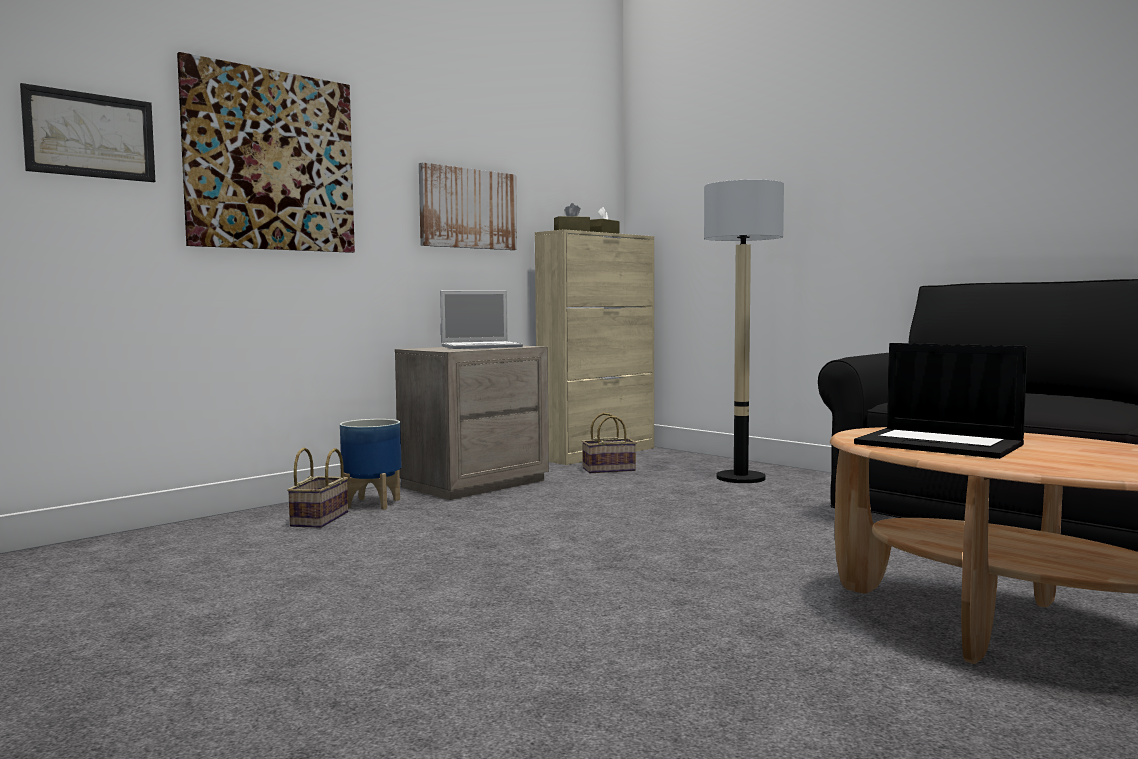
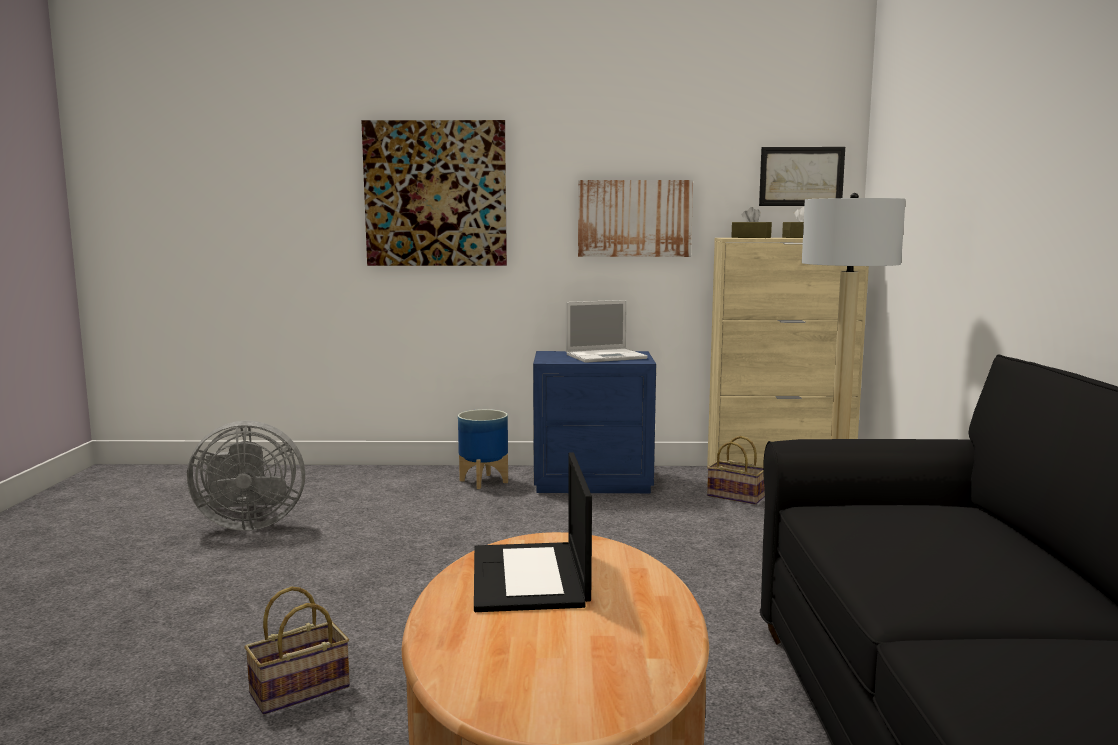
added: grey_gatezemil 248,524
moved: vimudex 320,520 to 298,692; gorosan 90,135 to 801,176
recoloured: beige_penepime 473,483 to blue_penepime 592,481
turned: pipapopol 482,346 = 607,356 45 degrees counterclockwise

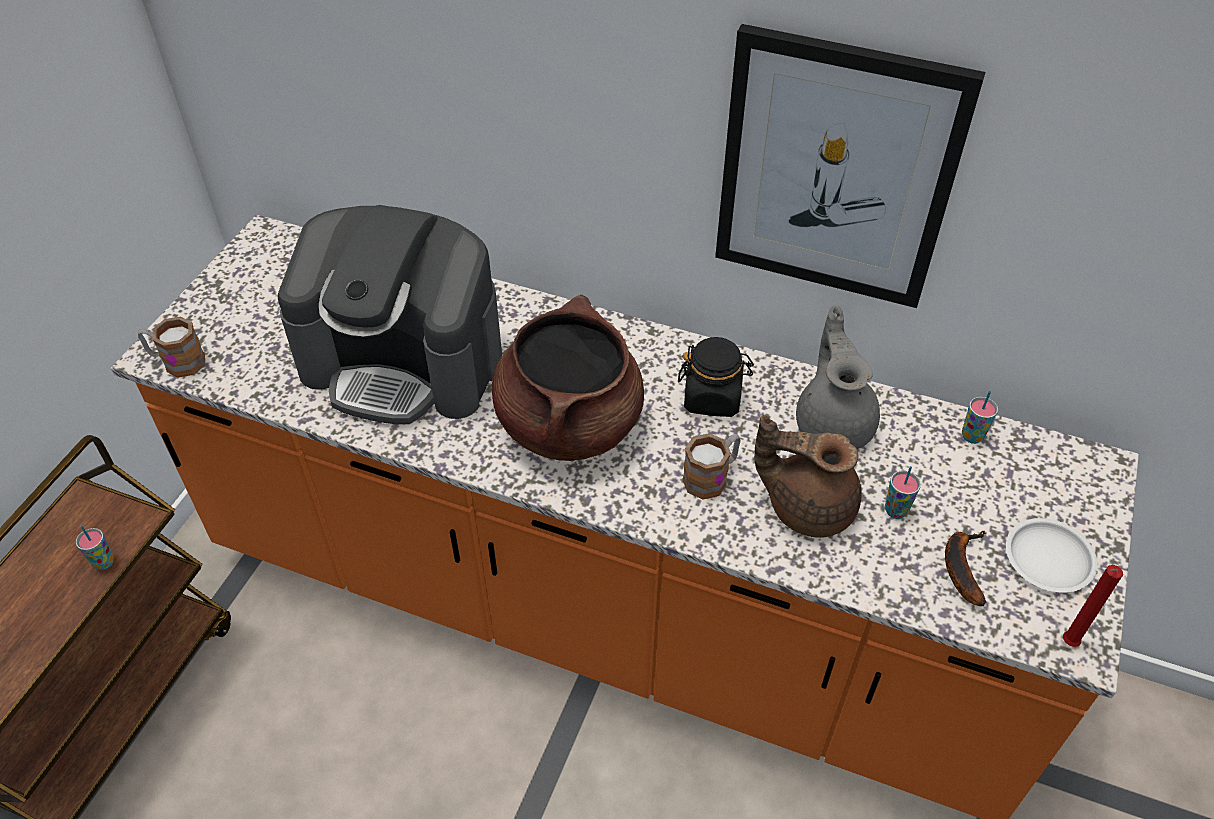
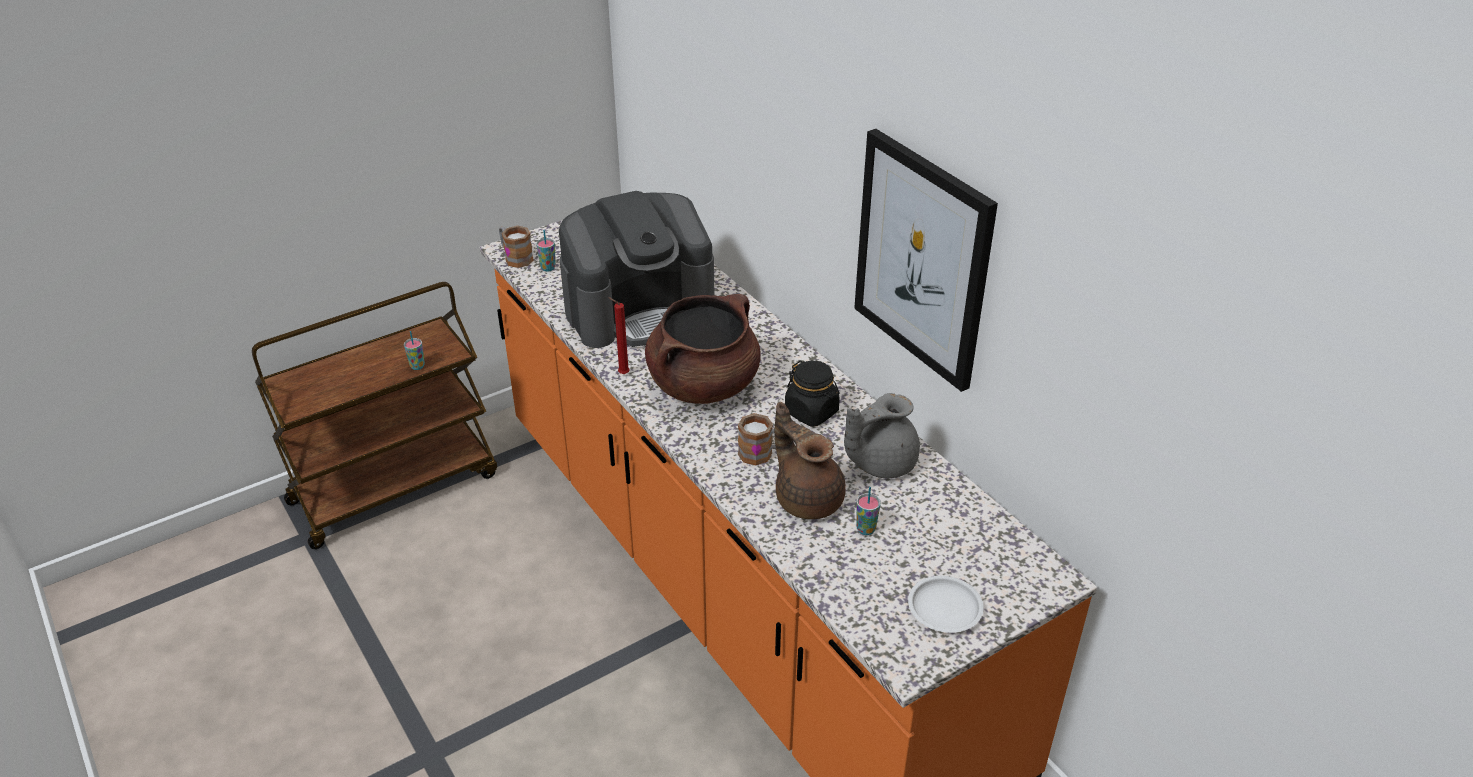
removed: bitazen 960,566
moved: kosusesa 972,436 to 548,268; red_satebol 1067,644 to 622,374
turned: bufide 404,361 = 639,310 75 degrees counterclockwise; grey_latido 834,423 = 880,463 150 degrees counterclockwise

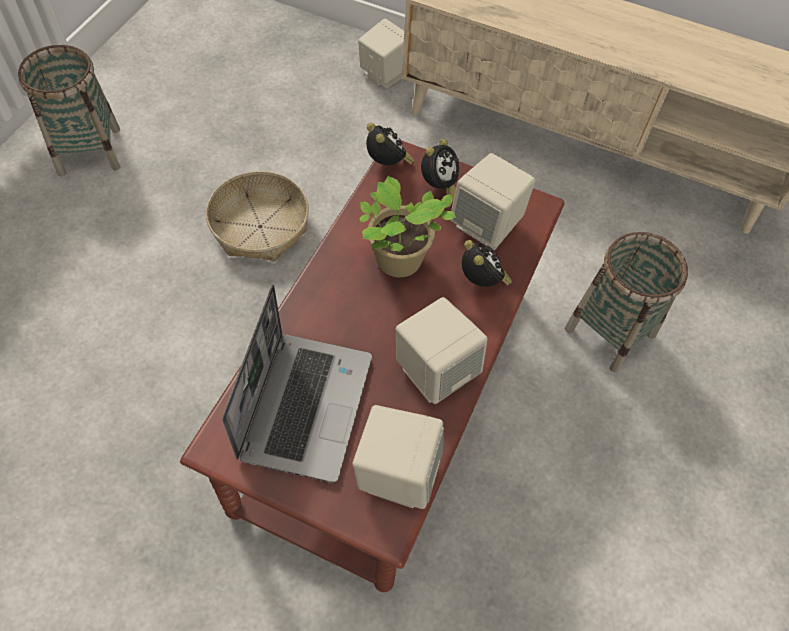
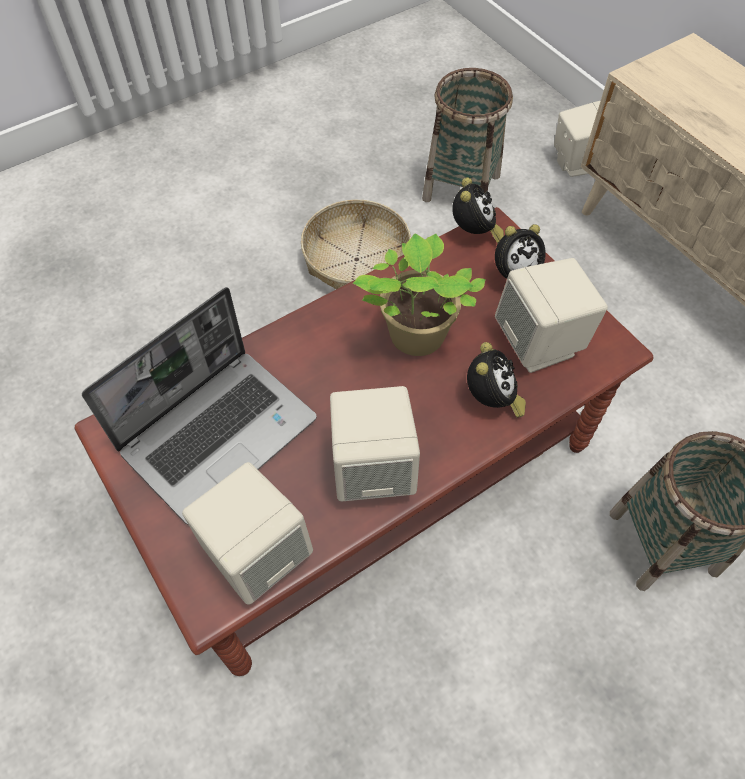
moved: vimudex 89,151 to 461,188

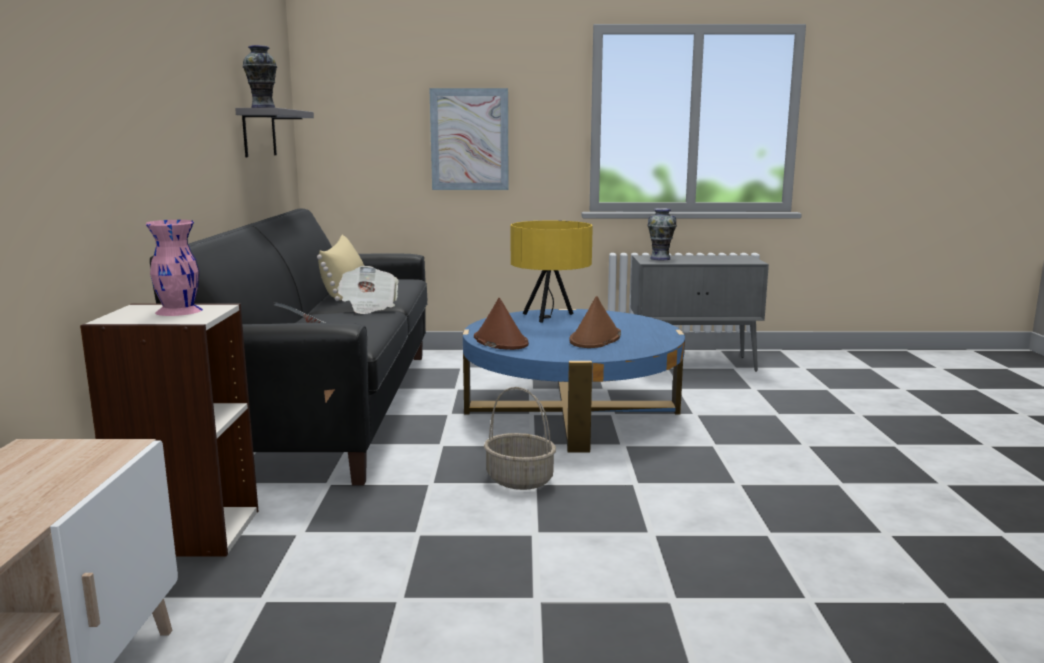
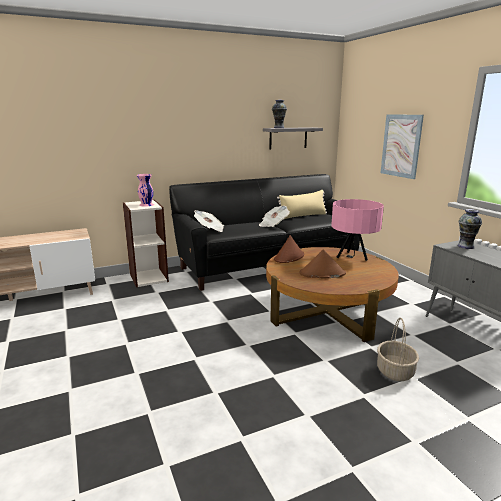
moved: vimudex 518,480 to 394,371
recoloured: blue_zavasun 571,411 to brown_zavasun 327,311; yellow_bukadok 550,317 to pink_bukadok 353,258

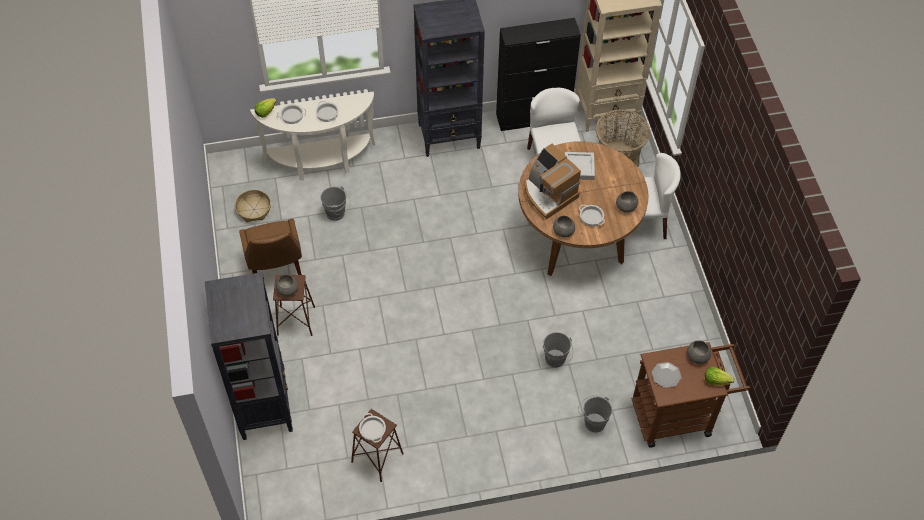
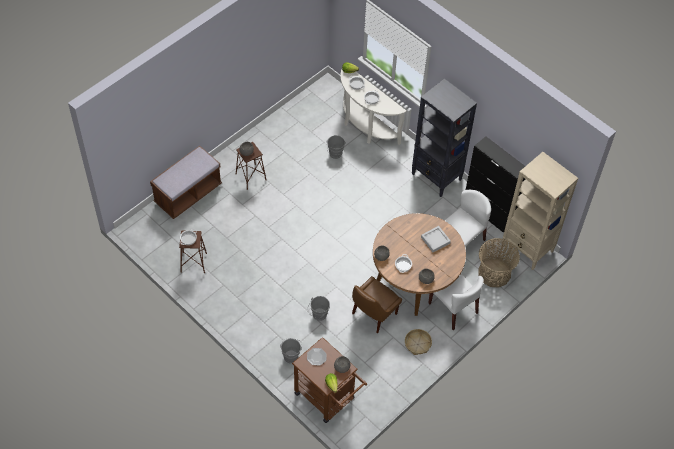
removed: bufide 548,194
moved: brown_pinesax 275,269 to 373,314; vimudex 253,209 to 417,344
replaced: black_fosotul 264,407 to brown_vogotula 188,194

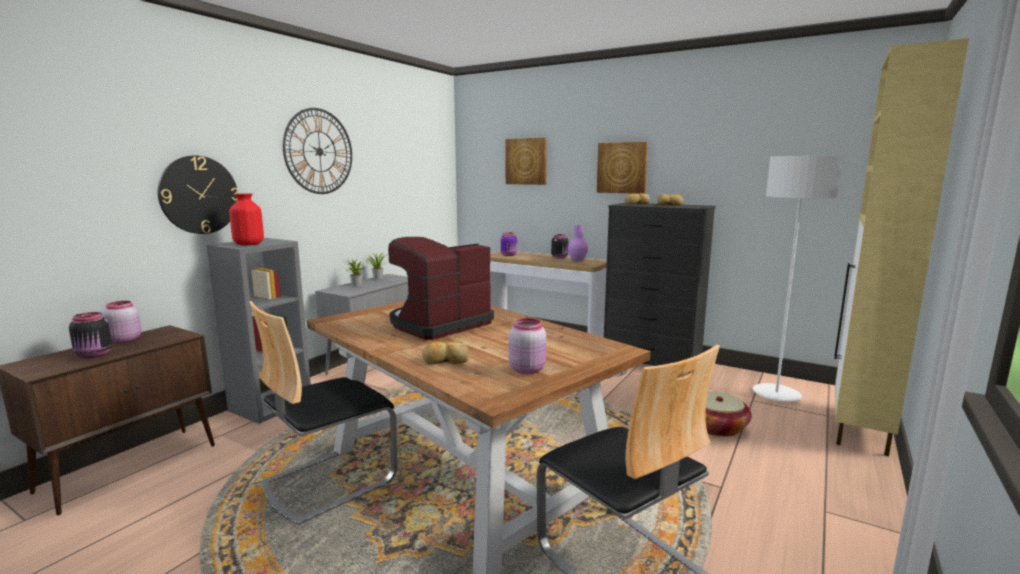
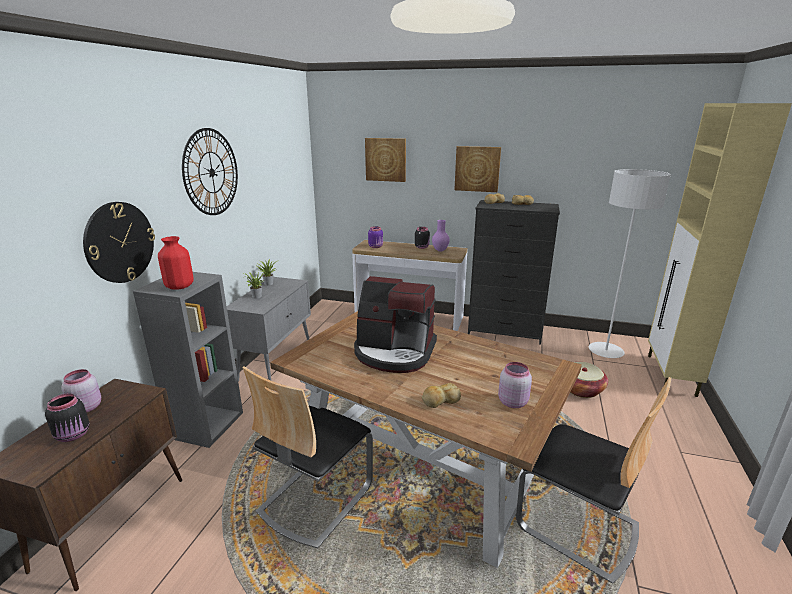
turned: bufide 439,324 = 394,352 105 degrees counterclockwise

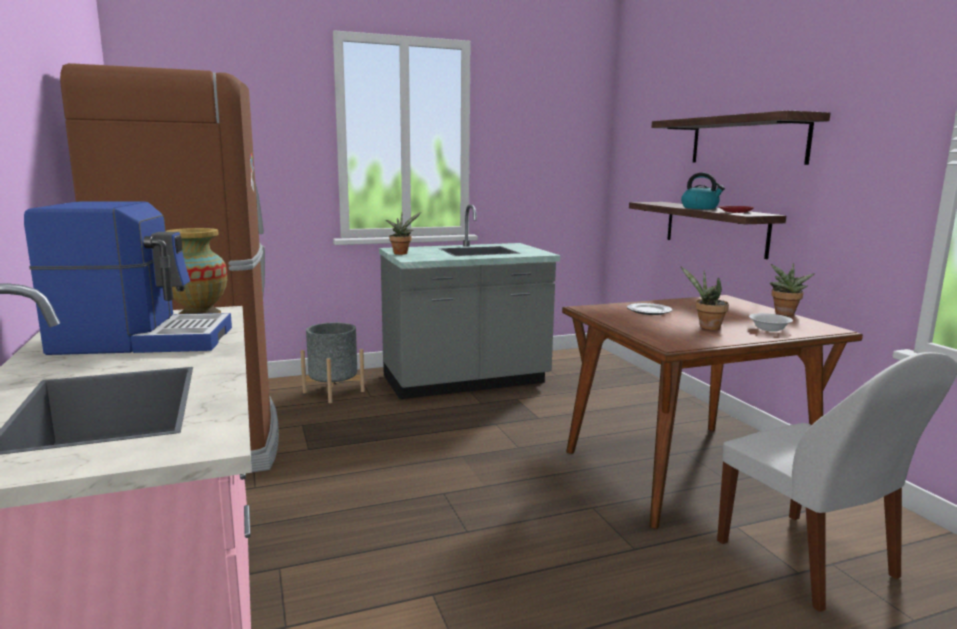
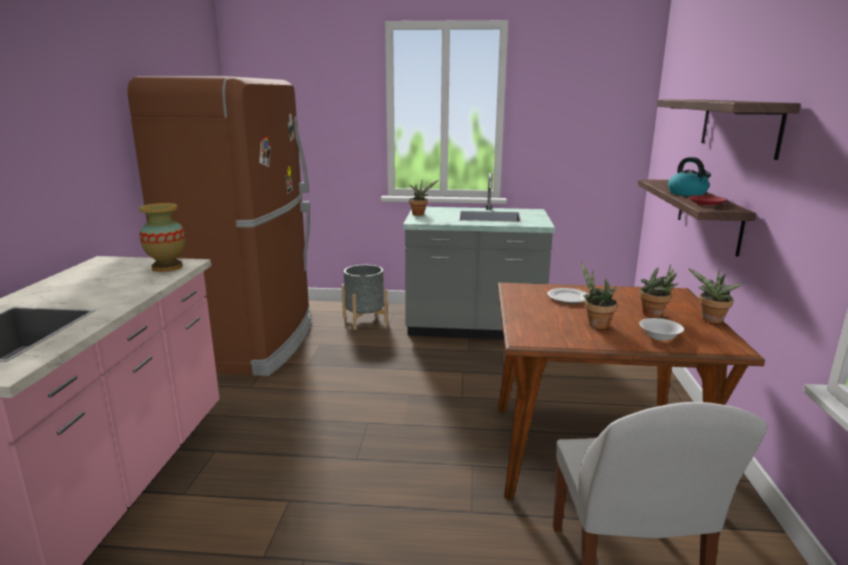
removed: bufide 143,340
added: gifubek 654,315

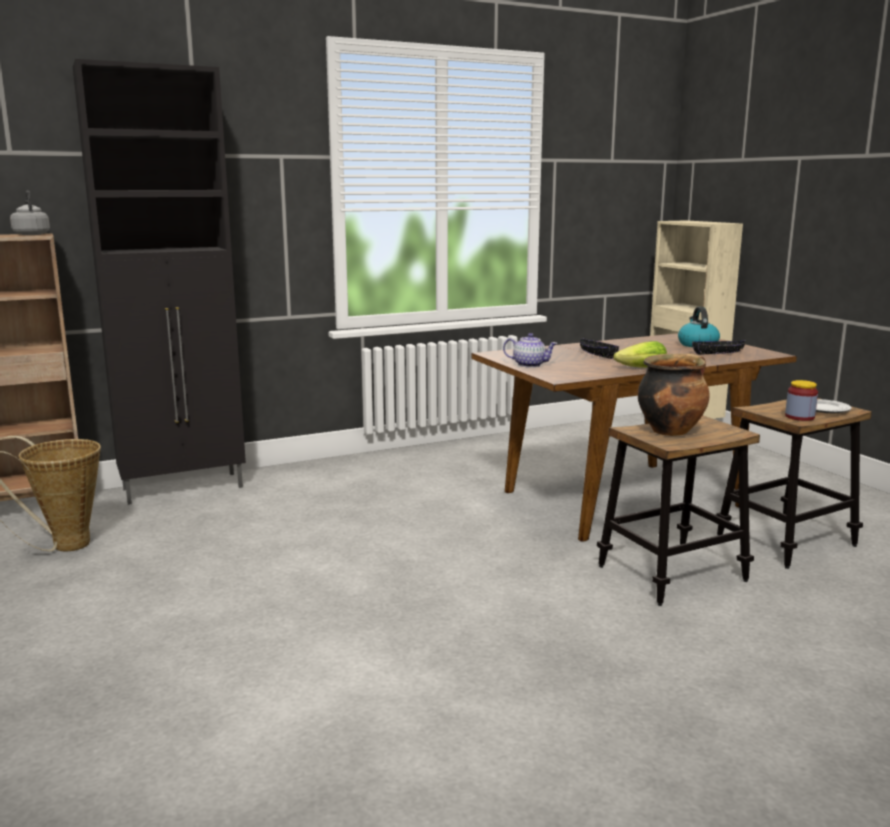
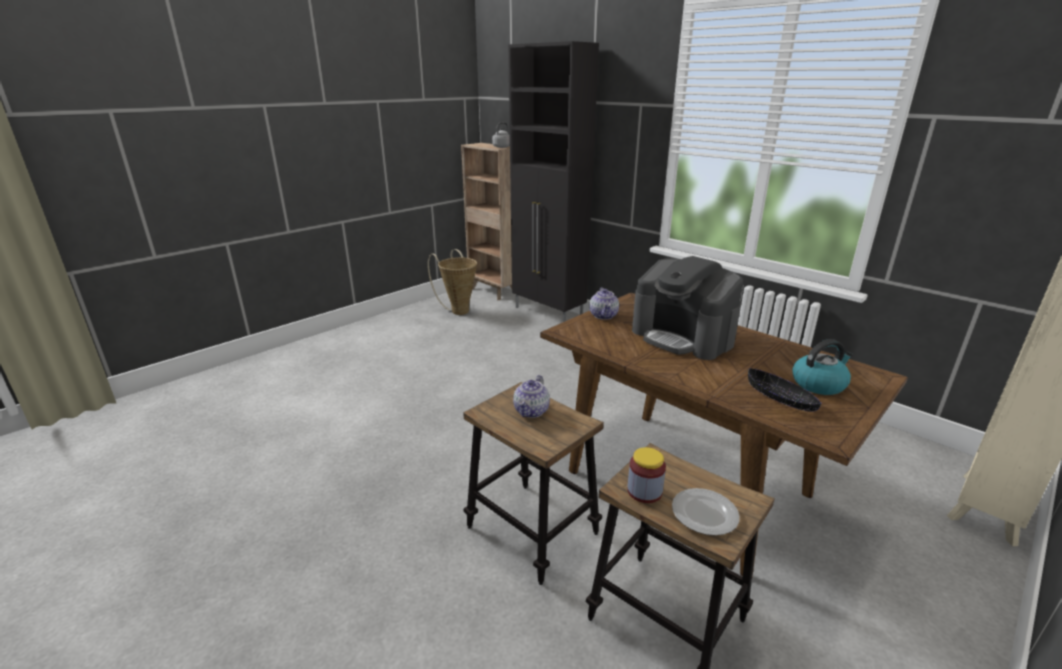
removed: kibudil 638,368
replaced: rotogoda 670,430 to latido 531,411; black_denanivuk 598,354 to bufide 683,337

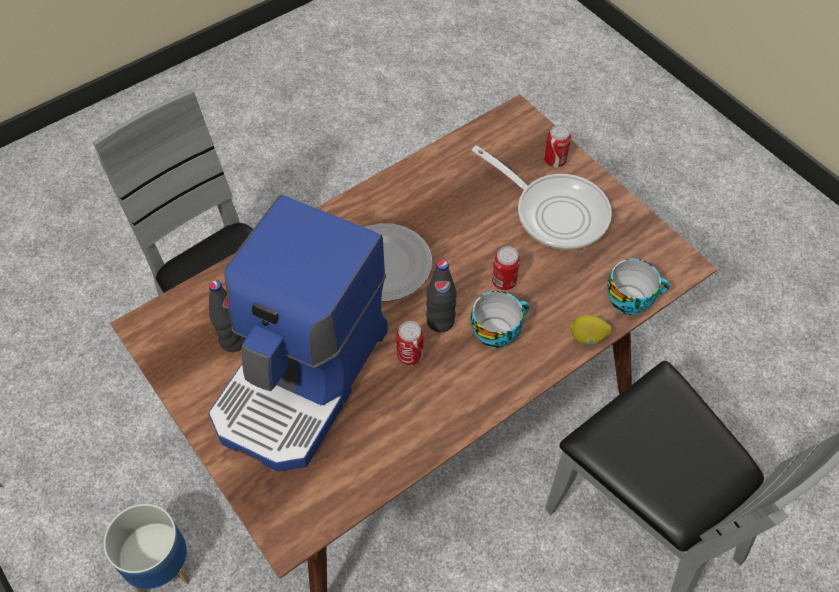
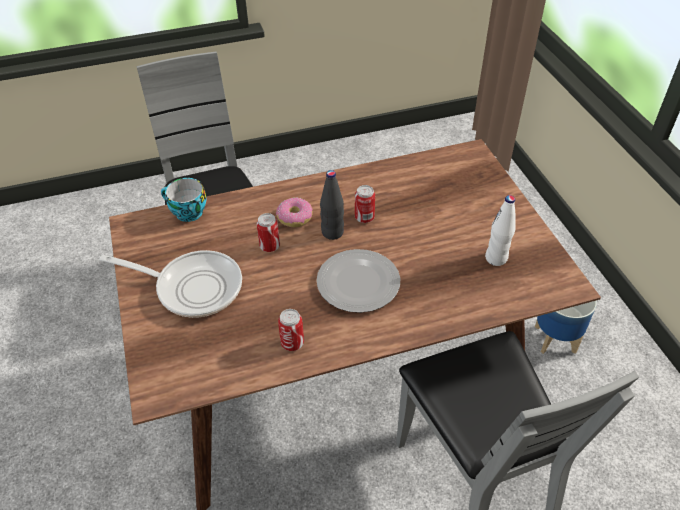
removed: bufide 303,379; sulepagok 587,337
moved: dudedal 554,161 to 292,343
replaced: kosusesa 496,331 to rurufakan 295,217
recoloured: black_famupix 233,341 to white_famupix 496,258
turned: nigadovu 555,212 = 192,287 135 degrees clockwise

